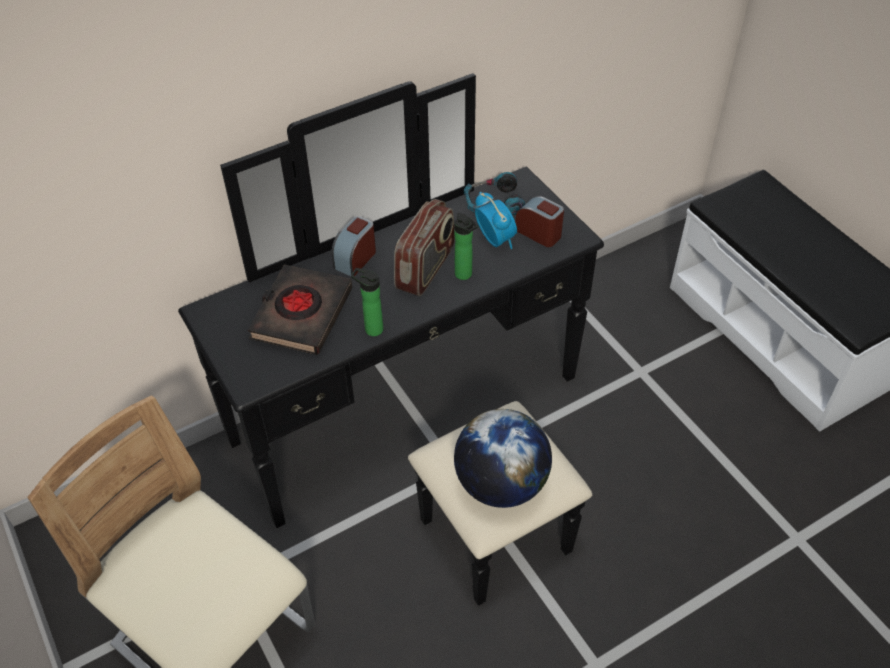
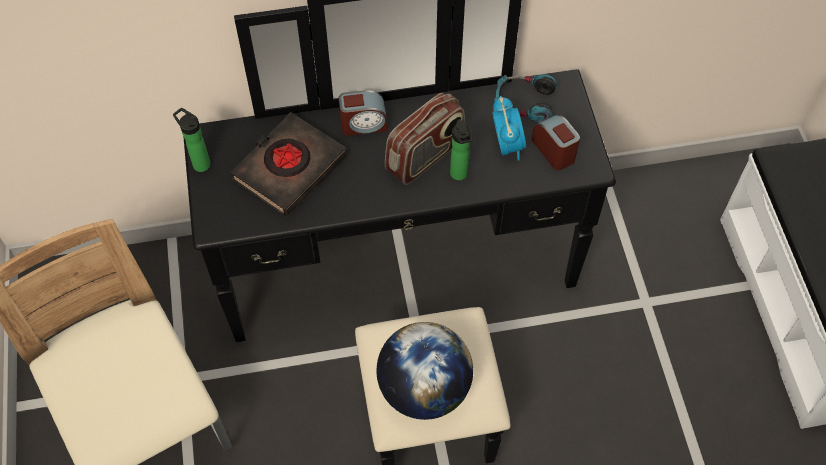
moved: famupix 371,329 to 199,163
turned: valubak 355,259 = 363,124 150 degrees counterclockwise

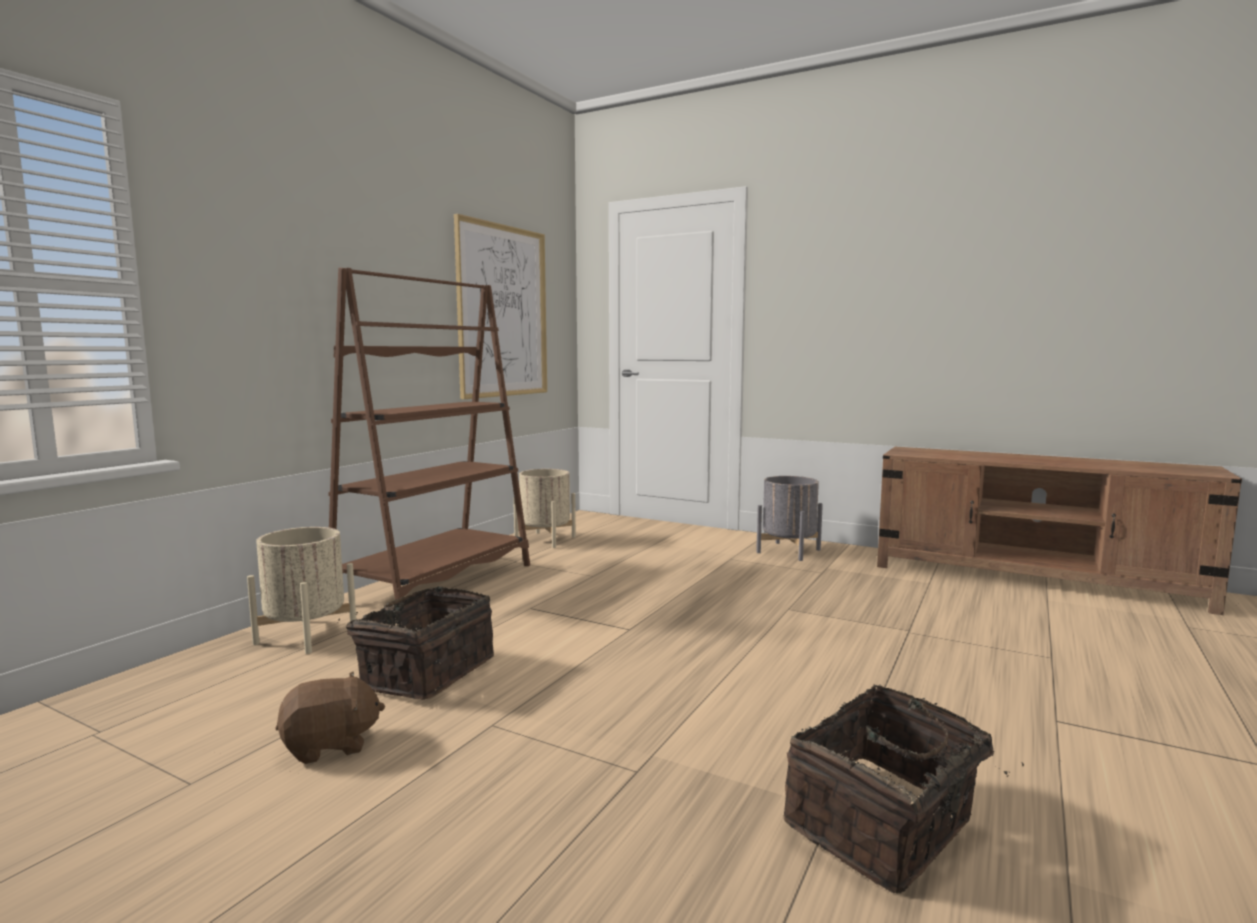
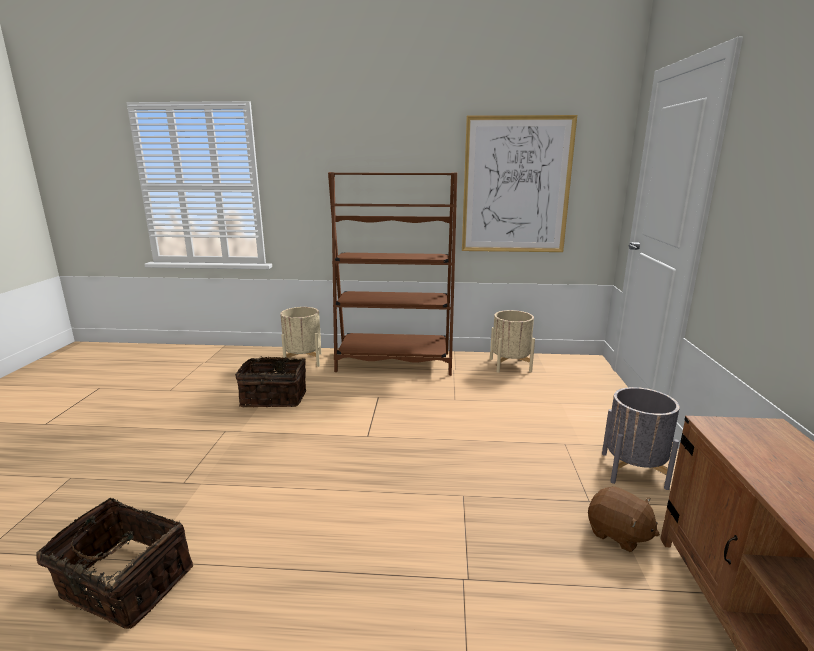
moved: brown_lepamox 330,745 to 618,534

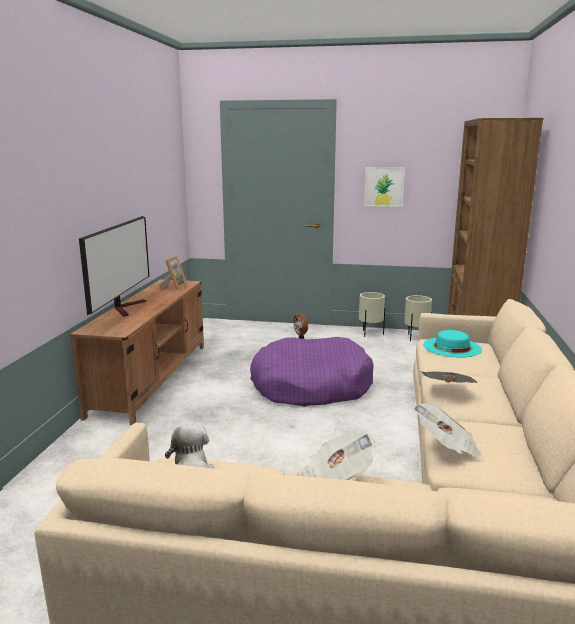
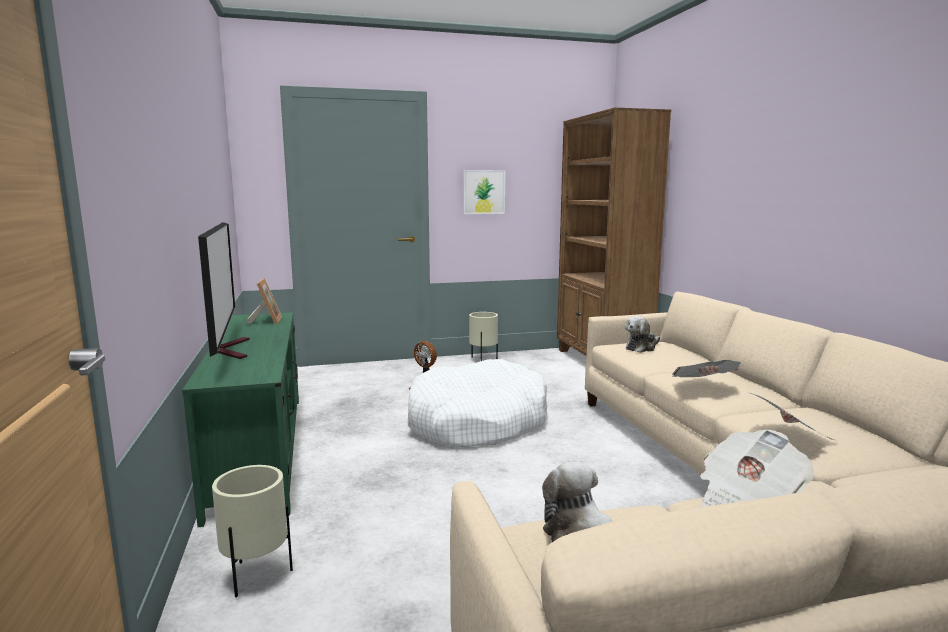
moved: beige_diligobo 416,338 to 257,577
replaced: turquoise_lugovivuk 452,347 to lepamox 642,347
recoloured: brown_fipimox 152,378 to green_fipimox 260,449; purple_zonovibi 311,386 to white_zonovibi 477,422

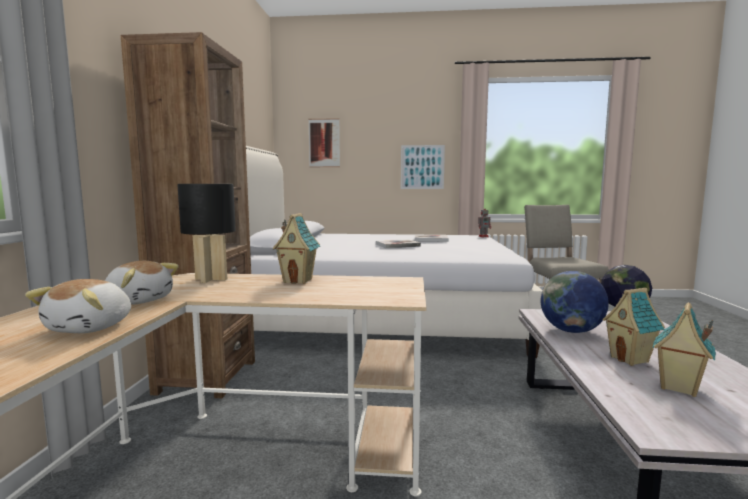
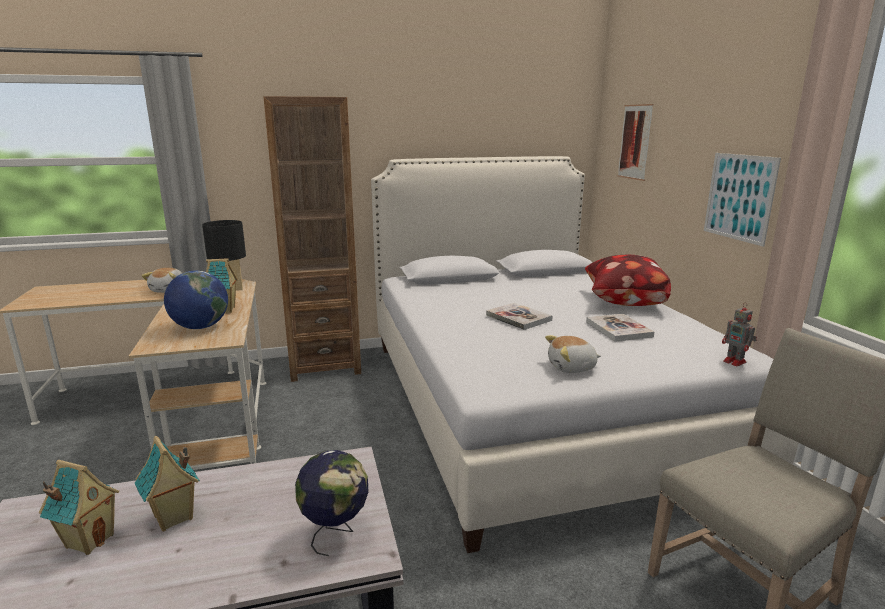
added: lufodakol 622,302
moved: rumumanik 571,331 to 200,327; lepamox 92,327 to 572,368

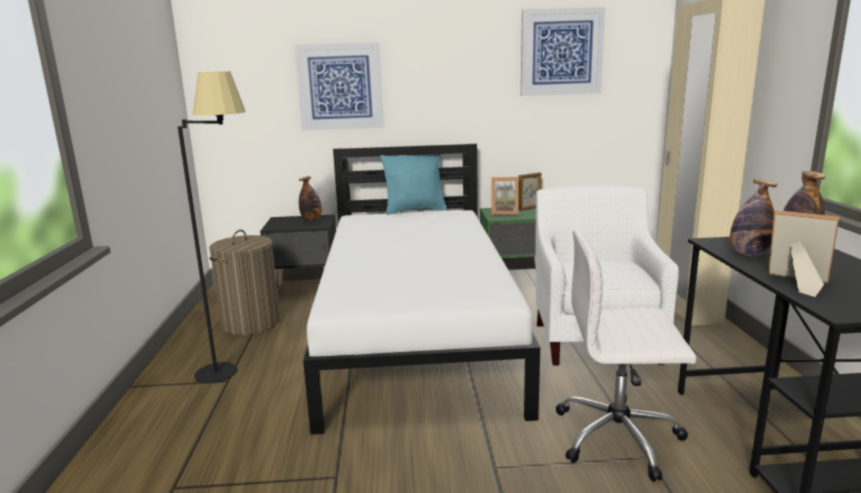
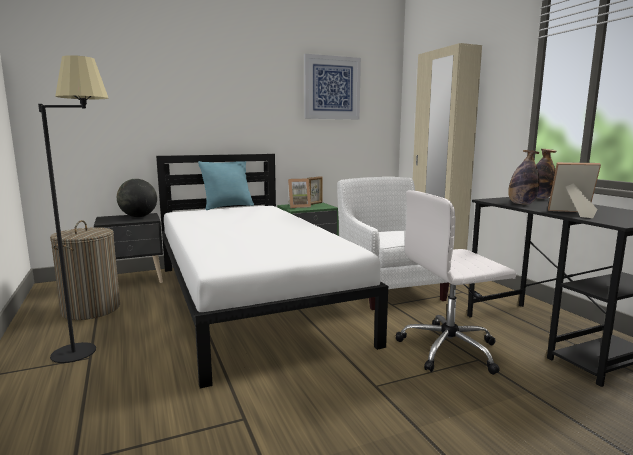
removed: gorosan 340,87
replaced: famupix 311,220 to rumumanik 139,217

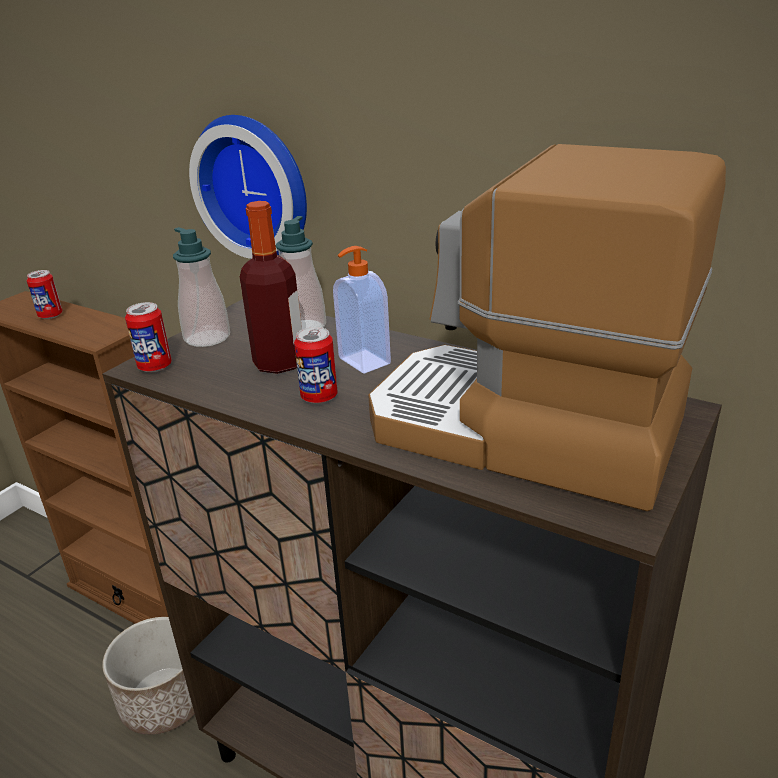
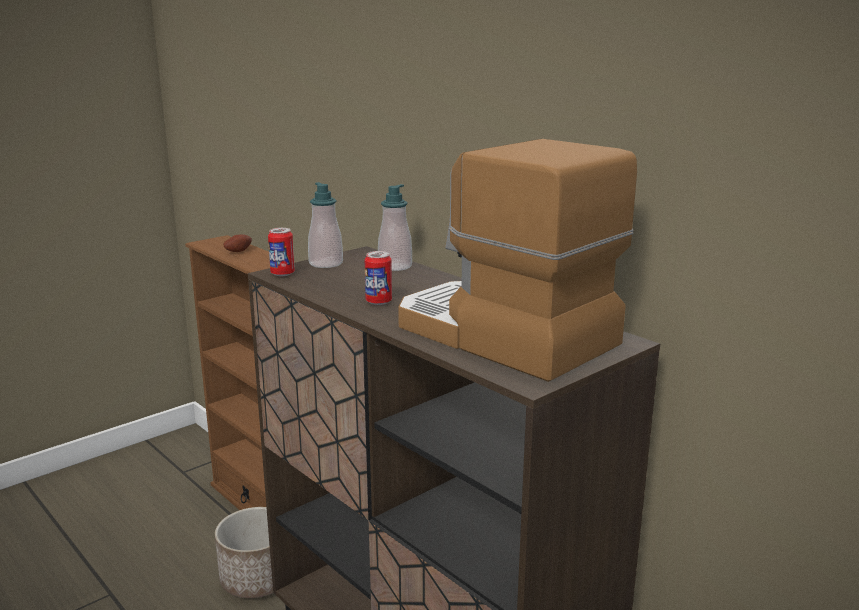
removed: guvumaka 256,187; famupix 279,363; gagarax 363,361
replaced: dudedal 50,315 to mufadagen 238,251

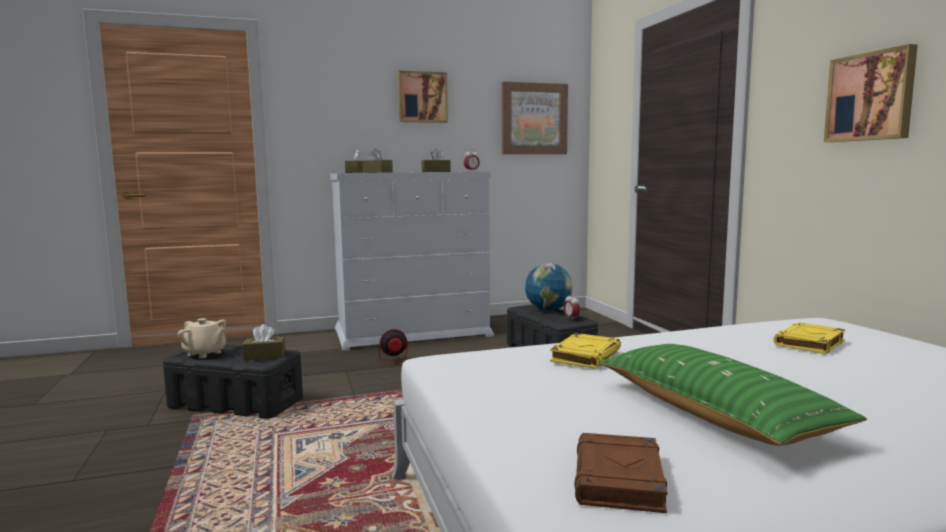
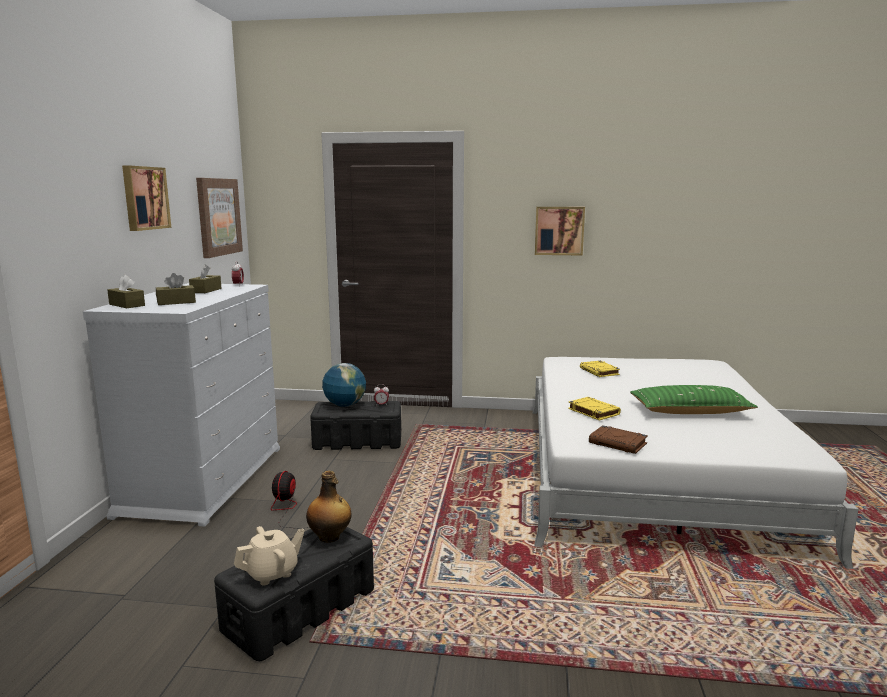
moved: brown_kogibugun 619,480 to 618,443
replaced: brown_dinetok 264,356 to famupix 330,537

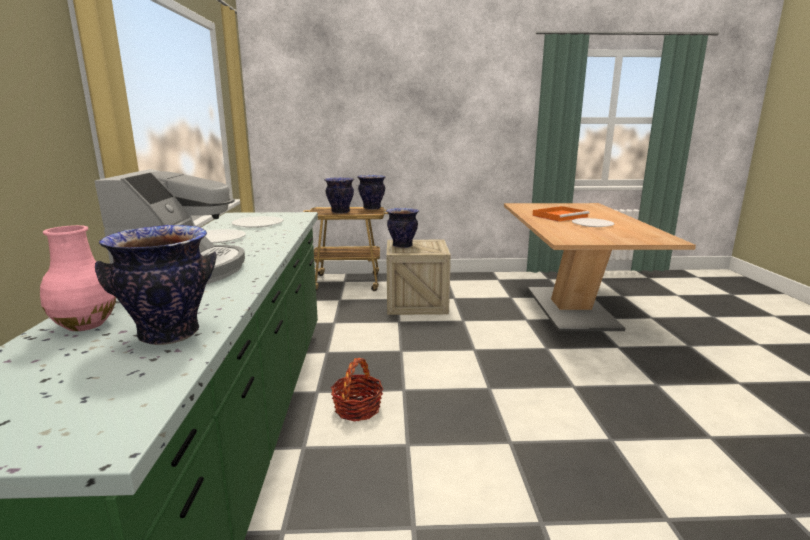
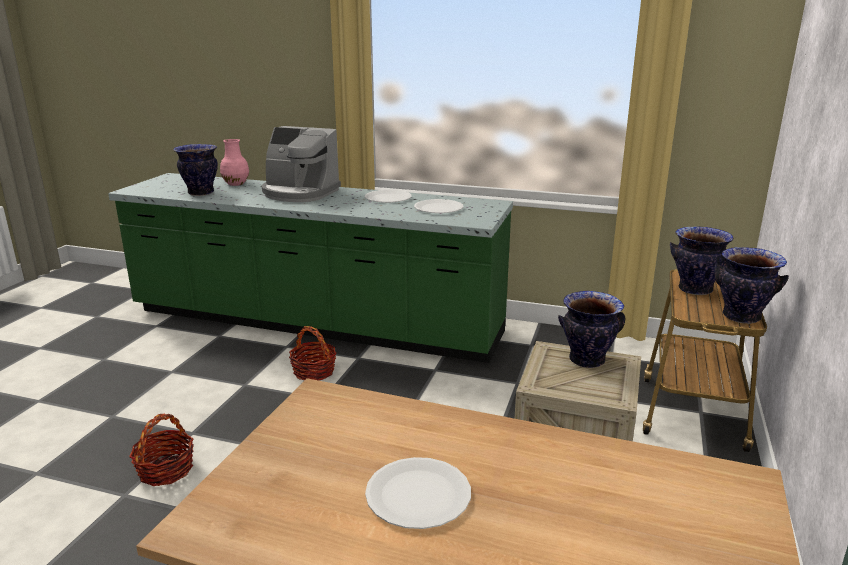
removed: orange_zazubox 560,216
added: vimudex 166,470

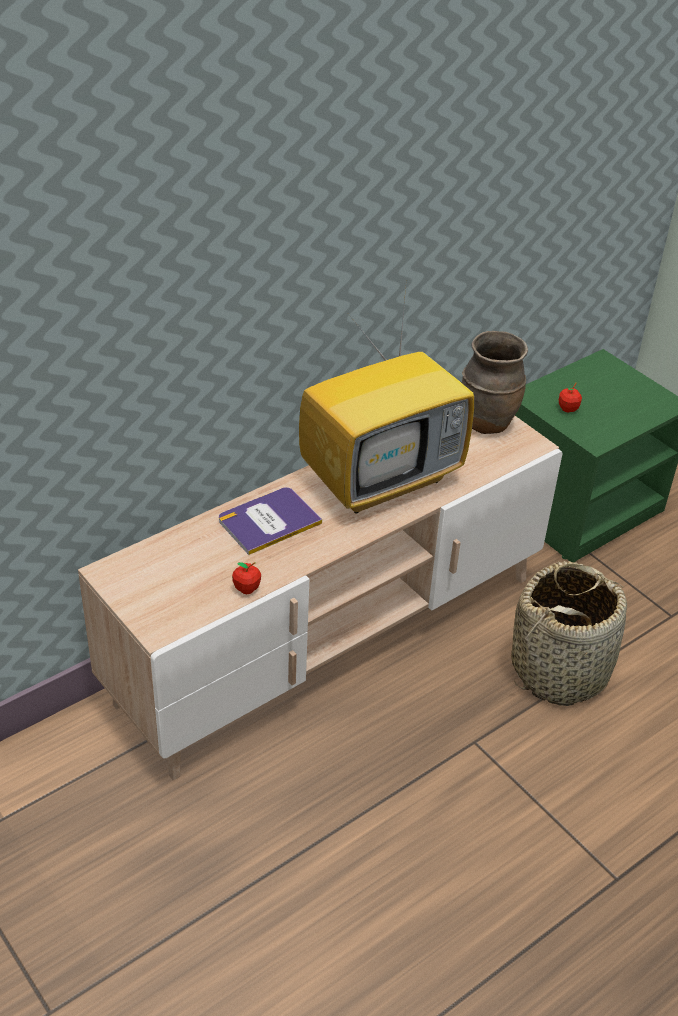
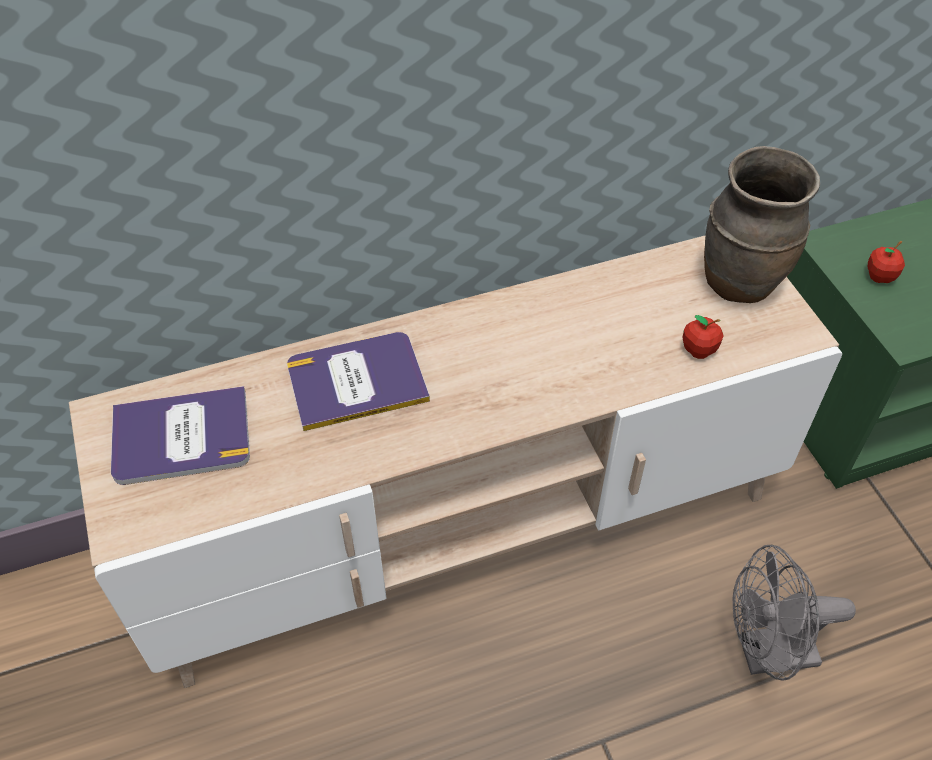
removed: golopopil 382,478
added: kogibugun 181,437
moved: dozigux 246,588 to 698,350
replaced: vimudex 560,669 to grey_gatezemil 766,654

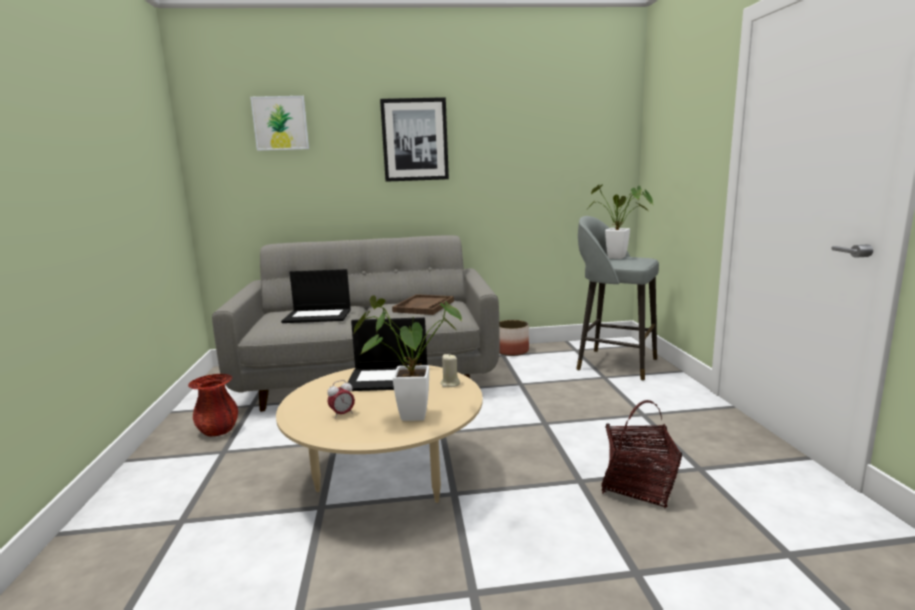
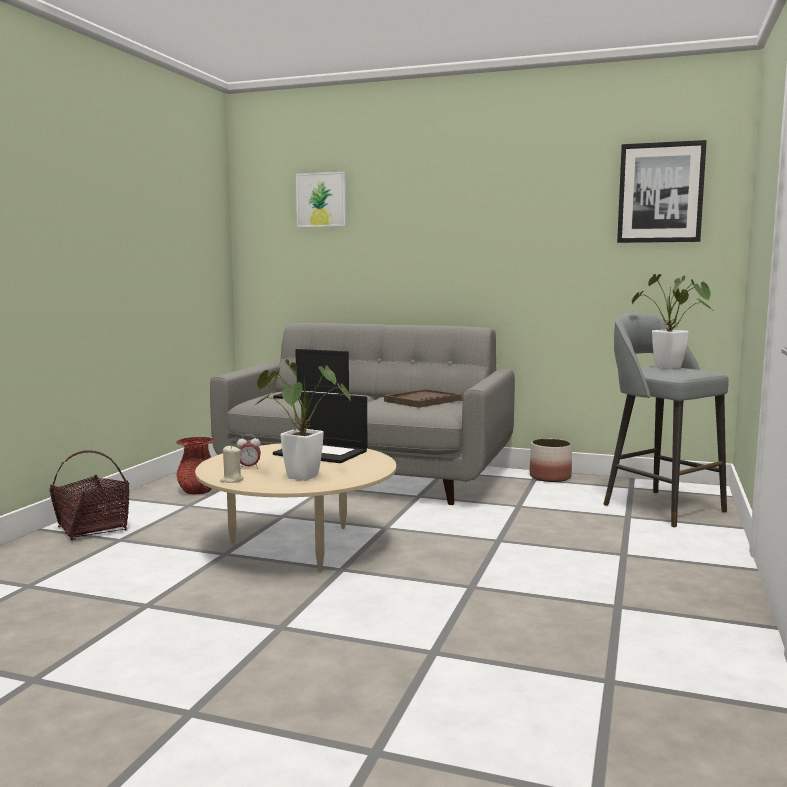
moved: vimudex 639,486 to 93,529; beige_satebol 450,384 to 232,480; gorosan 415,140 to 660,193

